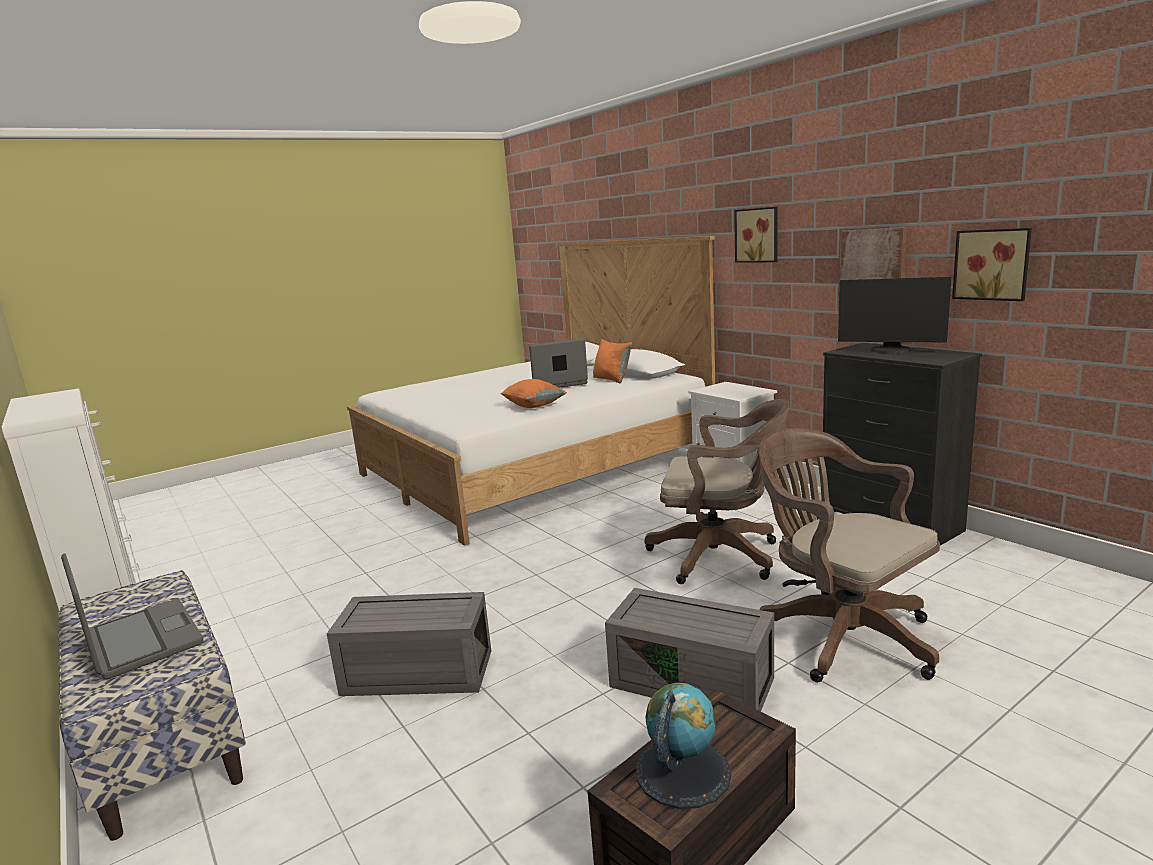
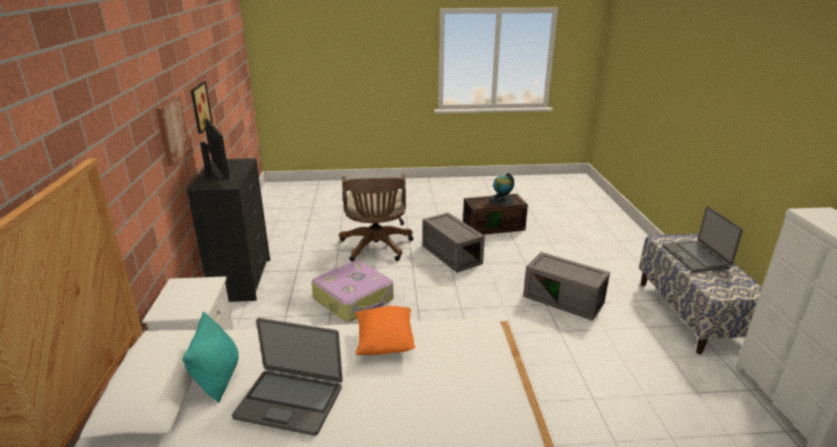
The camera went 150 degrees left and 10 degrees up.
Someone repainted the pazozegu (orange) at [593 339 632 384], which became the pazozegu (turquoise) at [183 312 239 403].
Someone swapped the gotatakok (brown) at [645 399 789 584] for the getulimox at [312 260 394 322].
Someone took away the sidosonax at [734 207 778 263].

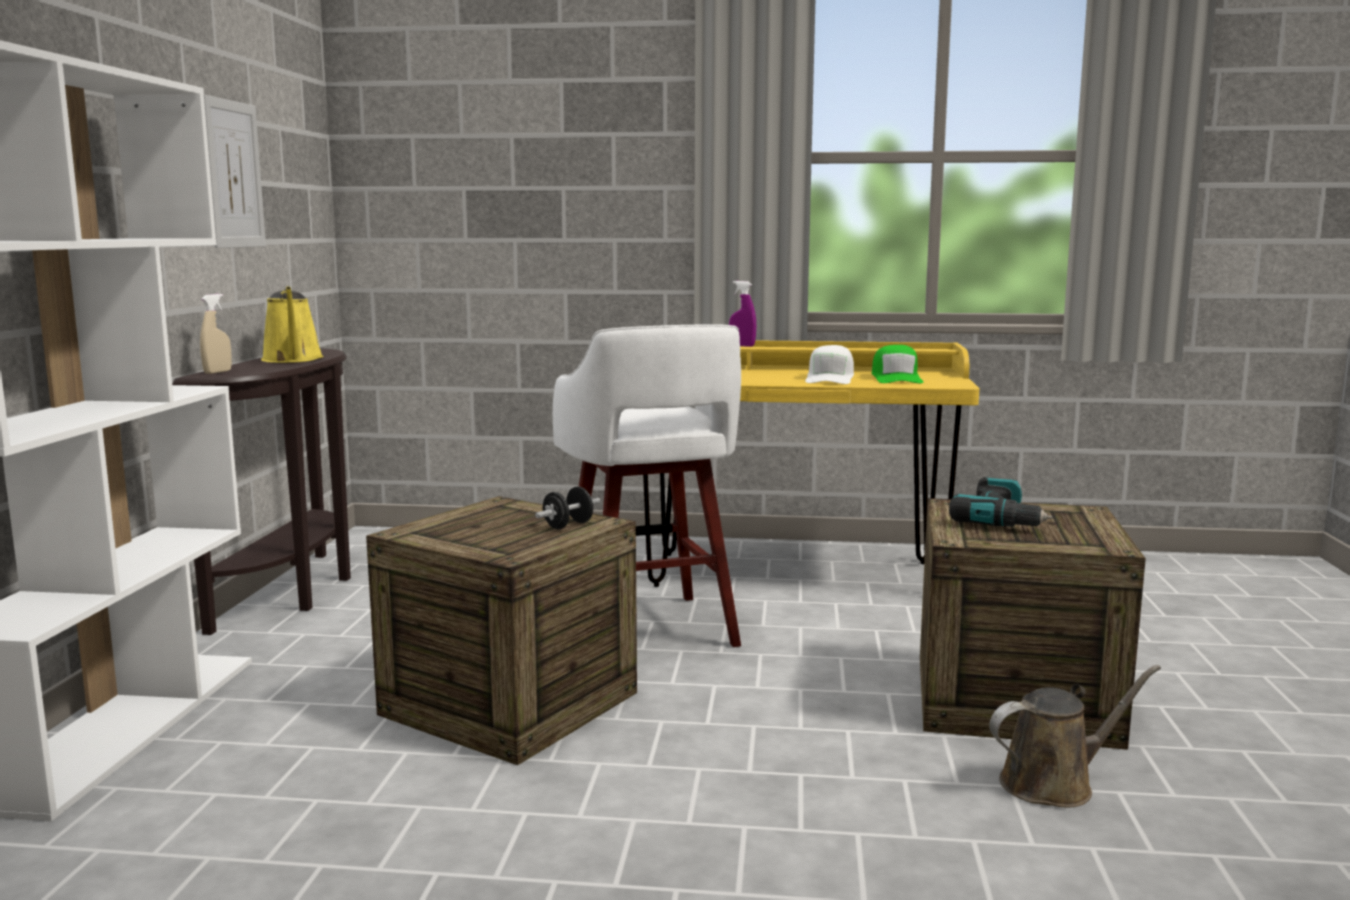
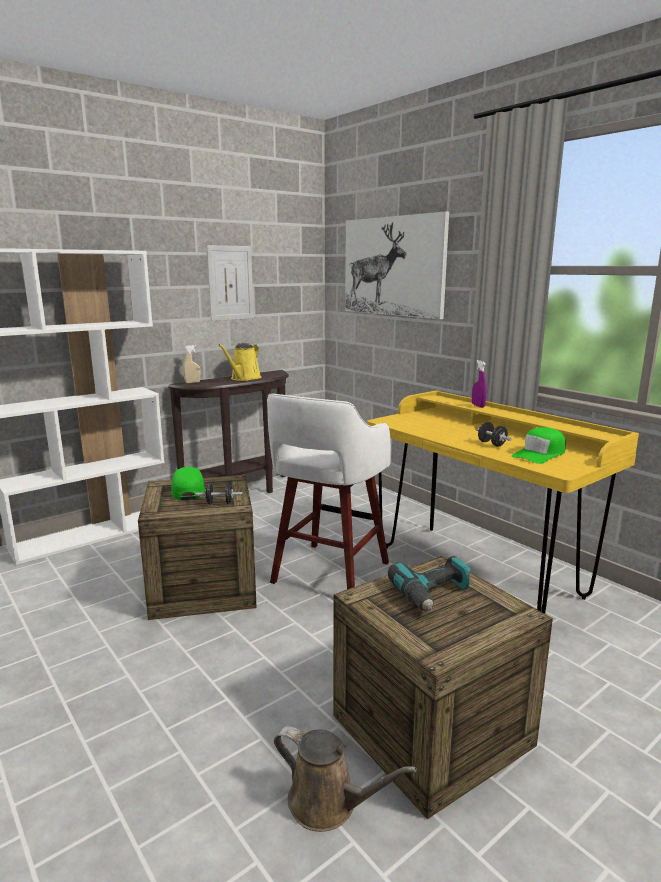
The camera went 45 degrees right and 5 degrees up.
Someone swapped the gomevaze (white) at [805 345 854 384] for the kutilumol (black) at [475 422 512 447].
Someone put down the gomevaze (green) at [171 467 205 500].
Someone put up the sidosonax at [345 212 449 319].

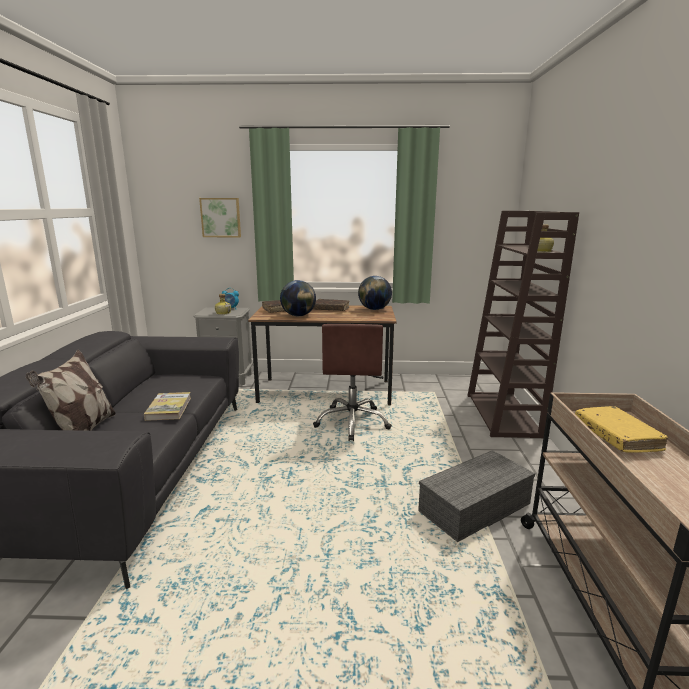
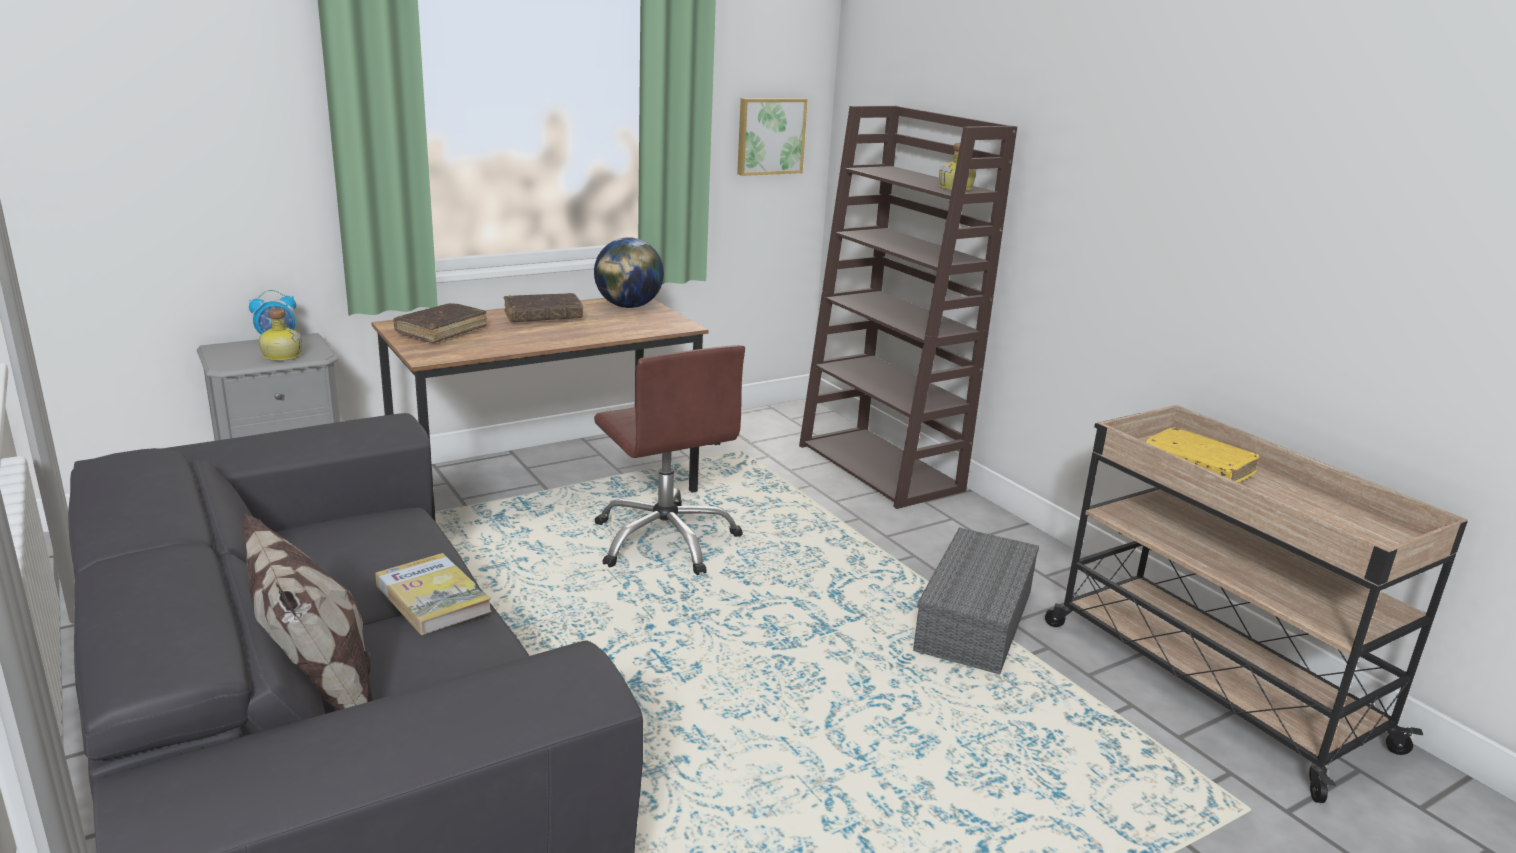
The camera went 35 degrees left and 5 degrees up.
Someone carried the sidosonax from [199 198 241 237] to [737 98 808 176].
Someone took away the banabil at [280 280 316 316].

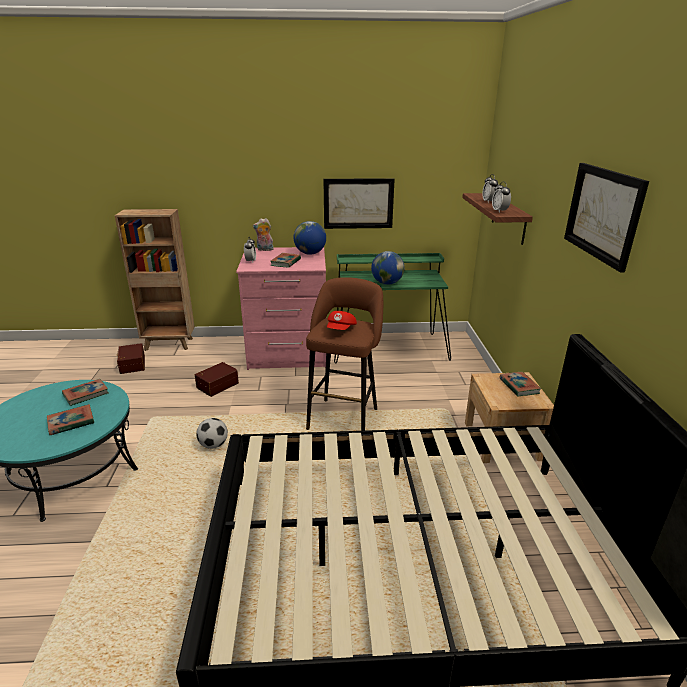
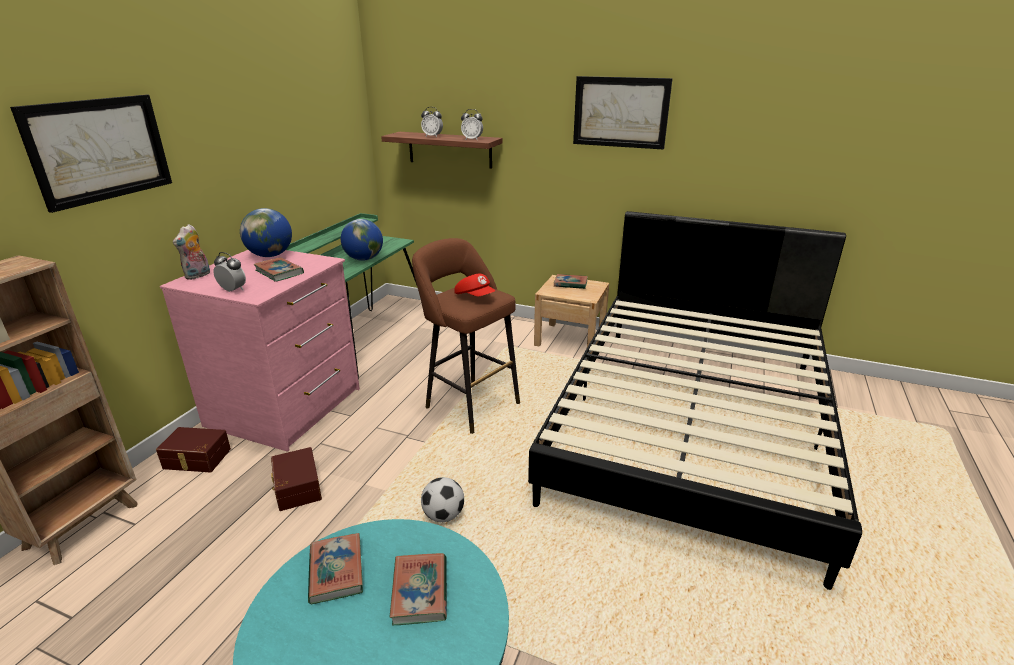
The camera went 65 degrees left and 0 degrees up.
Someone carried the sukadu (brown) from [117 343 145 374] to [156 427 231 472].
Someone carried the sidosonax from [323 178 395 229] to [10 95 172 213].

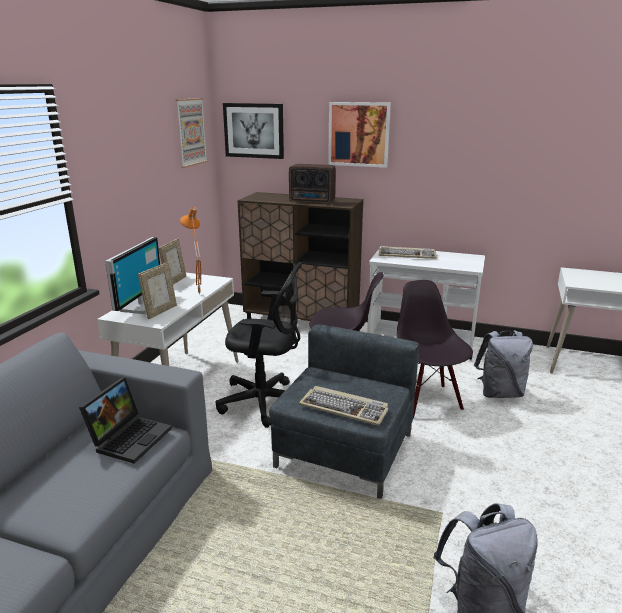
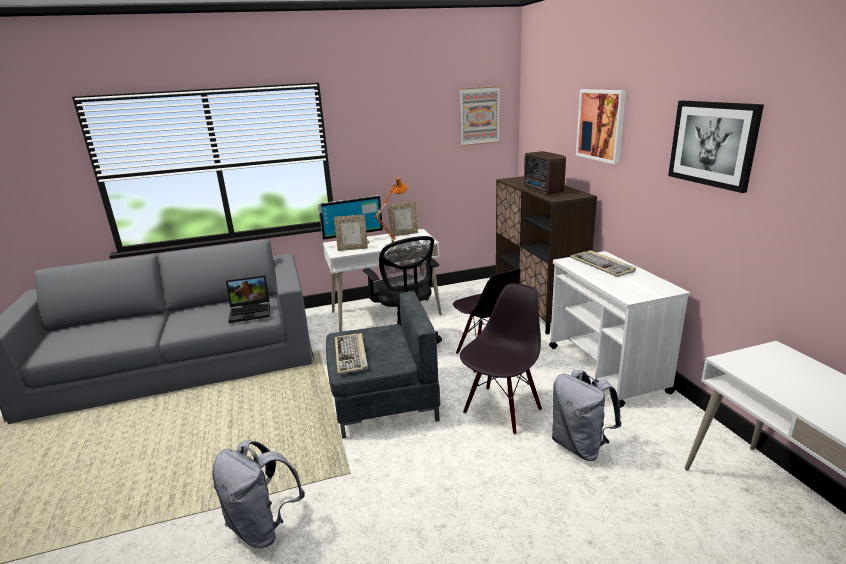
The camera went 55 degrees right and 0 degrees up.
Someone carried the sidosonax from [223 103 284 159] to [668 100 764 193].

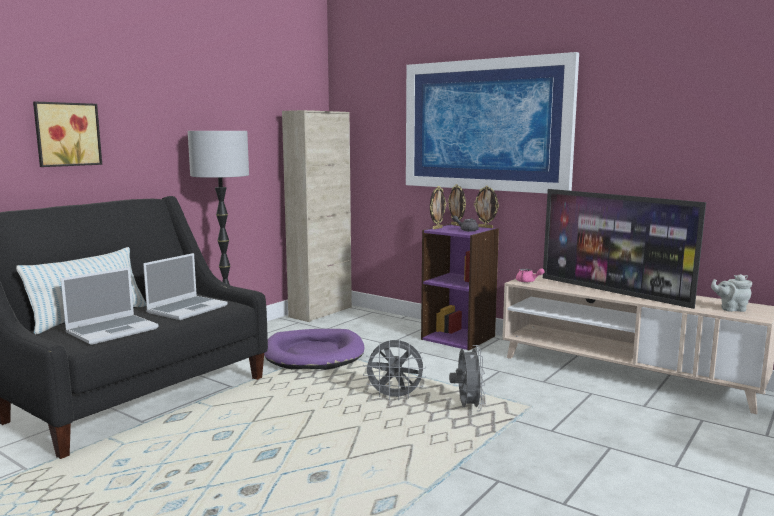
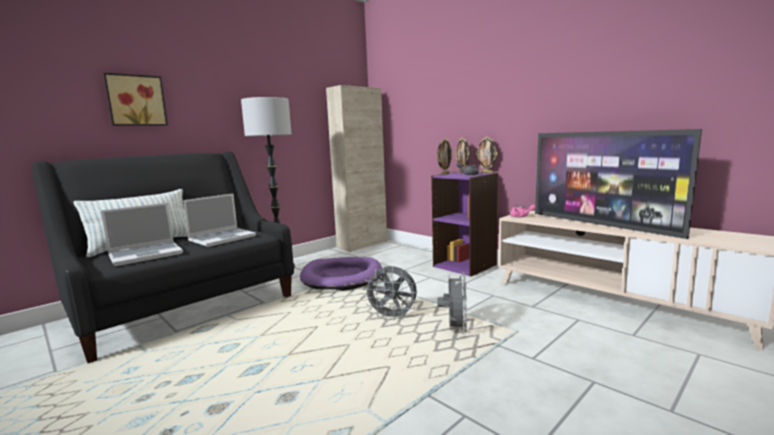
The camera went 10 degrees right and 0 degrees up.
Someone took away the sidosonax at [406 52 579 194].
Someone took away the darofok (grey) at [711 274 752 312].

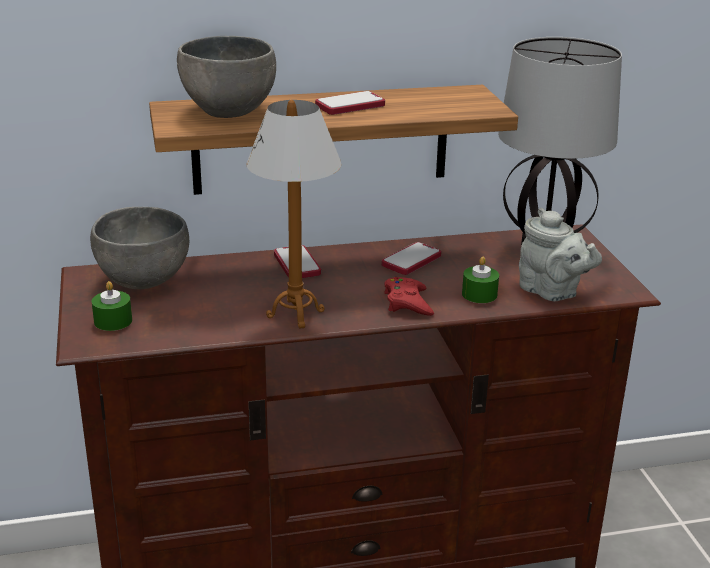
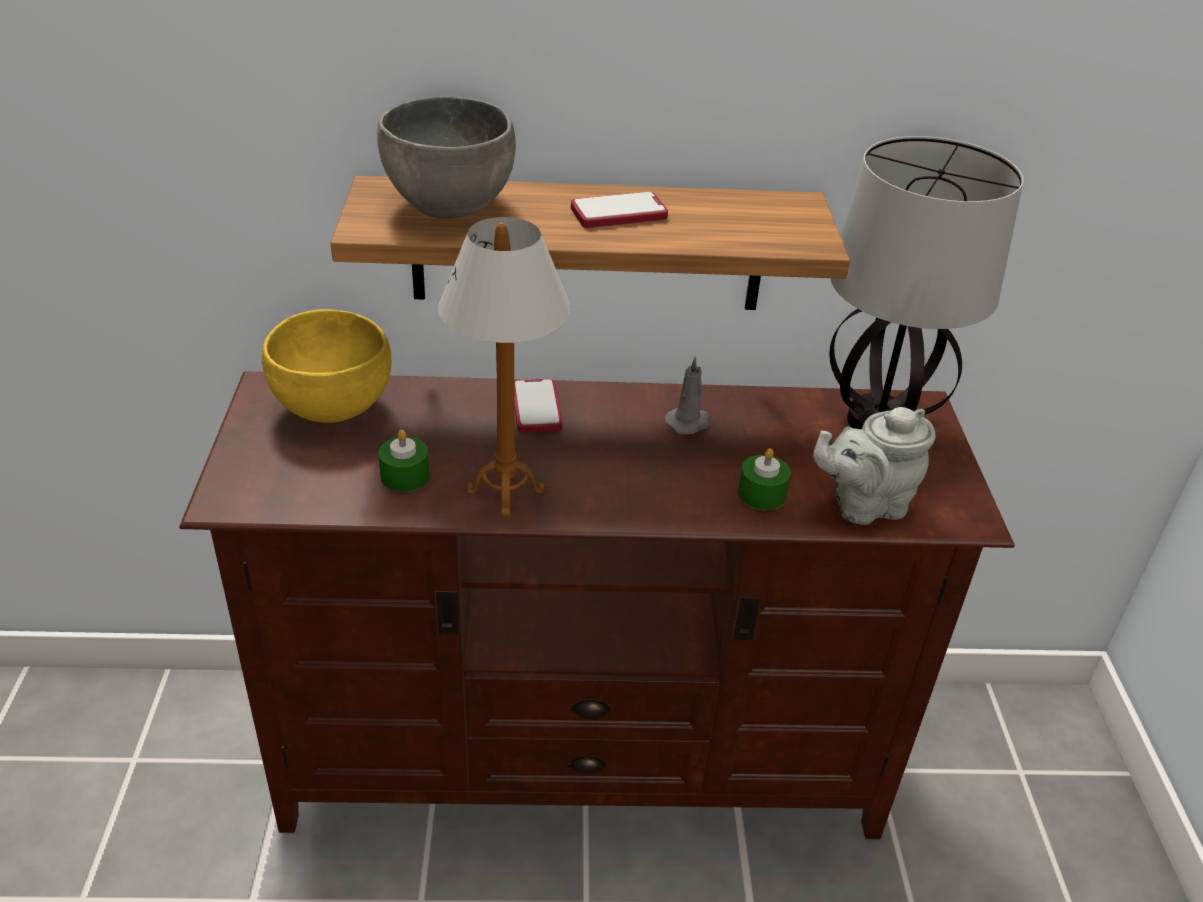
The camera went 10 degrees right and 10 degrees up.
Someone repainted the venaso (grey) at [90 207 189 289], which became the venaso (yellow) at [262 309 391 423].
Someone carried the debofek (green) from [91 281 132 331] to [378 430 430 492].
Someone swapped the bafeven at [382 242 441 275] for the debofek (grey) at [665 356 710 434].
Someone took away the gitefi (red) at [384 277 434 316].
Someone rotated the darofok (grey) at [519 208 602 301] by 105 degrees clockwise.

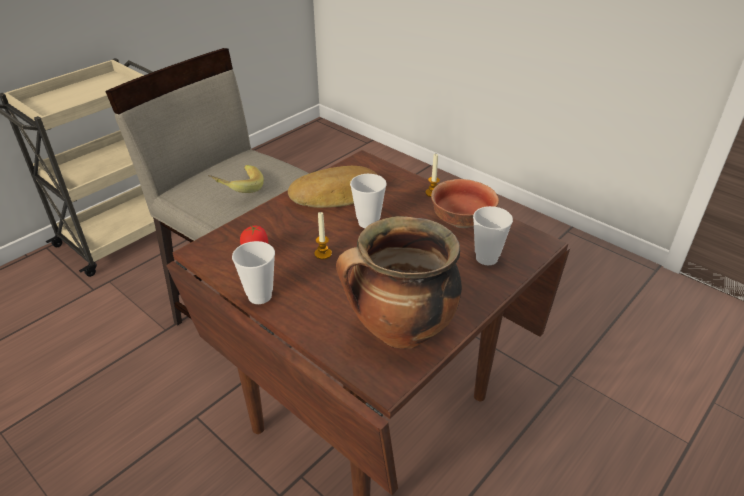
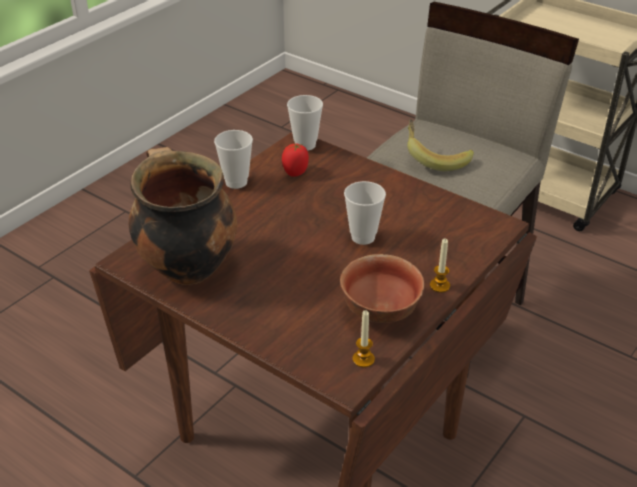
The camera went 85 degrees right and 0 degrees up.
Someone took away the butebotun at [288 166 378 208].
Someone carried the debofek from [314 211 332 259] to [353 311 375 368].
Someone carried the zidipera from [473 206 513 265] to [287 95 323 151].

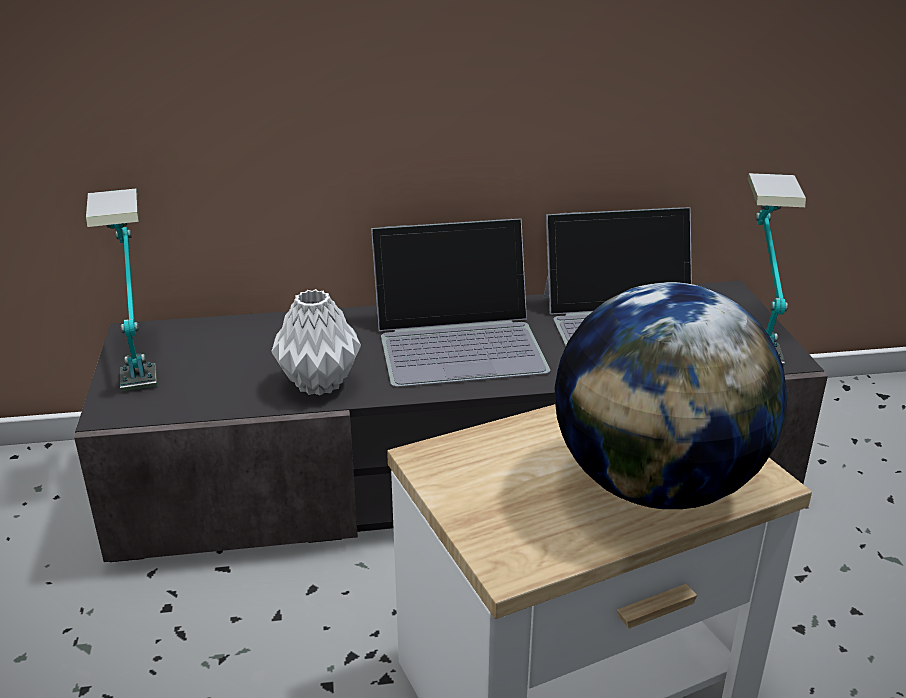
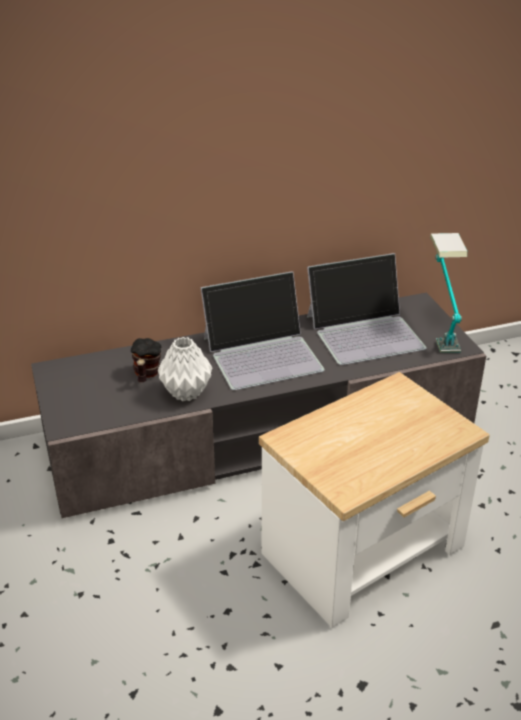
The camera went 10 degrees left and 5 degrees up.
Someone took away the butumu at [86 189 157 391].
Someone took away the banabil at [555 282 787 509].
Someone put down the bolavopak at [131 338 161 382].

